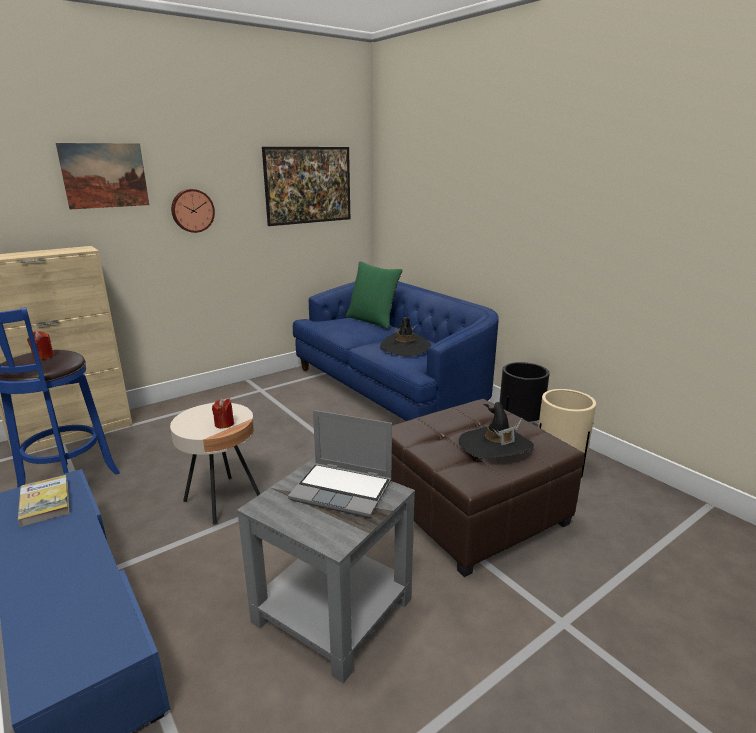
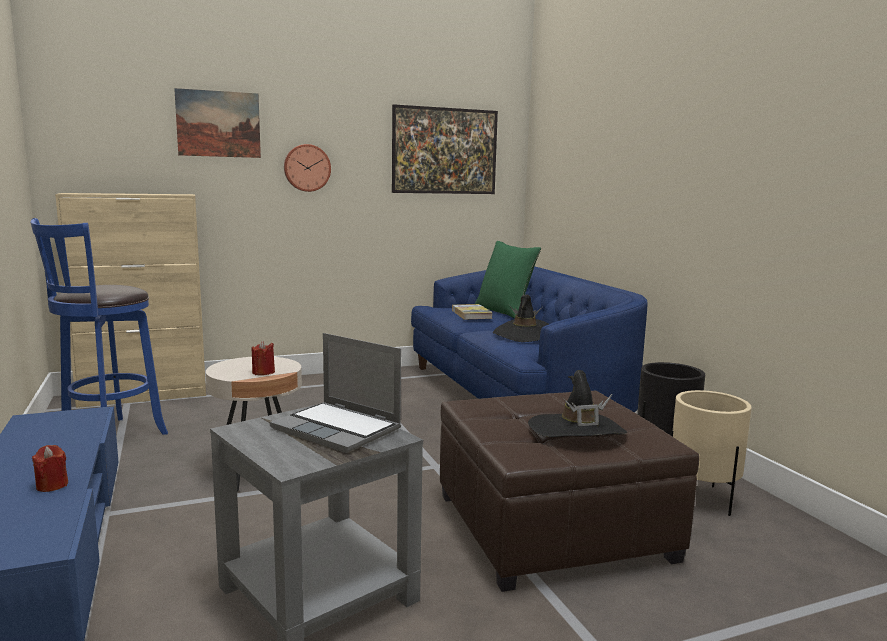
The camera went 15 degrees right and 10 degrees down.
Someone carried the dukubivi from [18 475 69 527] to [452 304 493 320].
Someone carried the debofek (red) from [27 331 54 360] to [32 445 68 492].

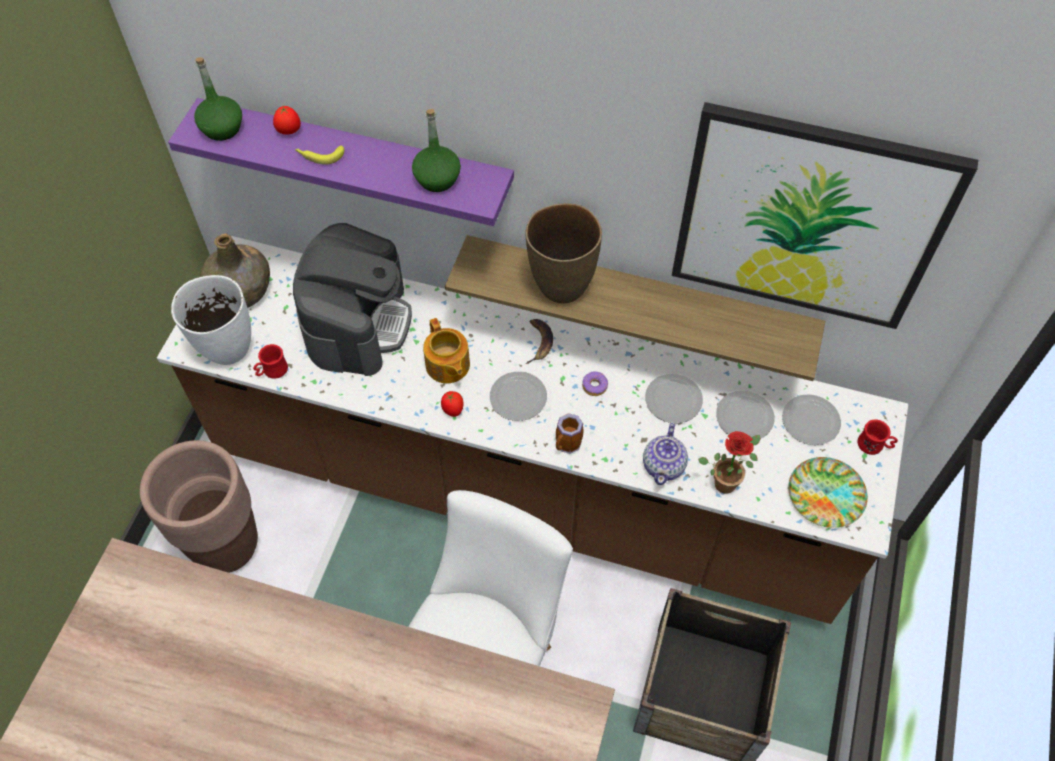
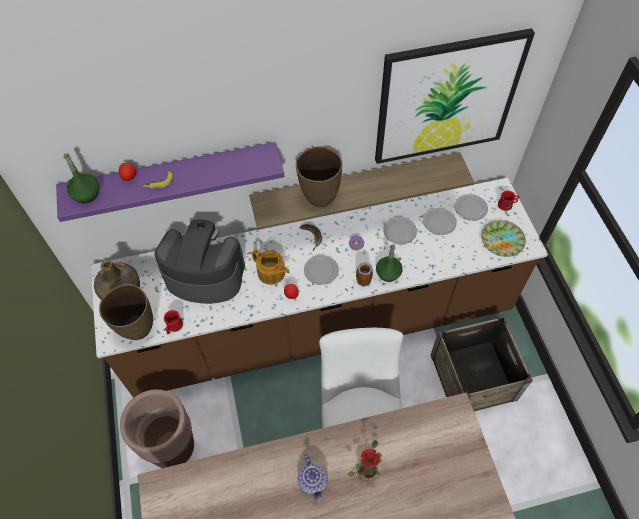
The camera went 30 degrees left and 0 degrees up.
Someone repainted the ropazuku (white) at [171 275 251 365], which became the ropazuku (brown) at [99 284 153 340].
Someone rotated the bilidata at [293 223 412 376] by 60 degrees counterclockwise.
Someone carried the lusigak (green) from [412 109 461 192] to [376 244 403 282].
Someone carried the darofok from [643 423 688 485] to [298 453 328 502].
Someone carried the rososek from [698 431 760 494] to [348 440 382 481].

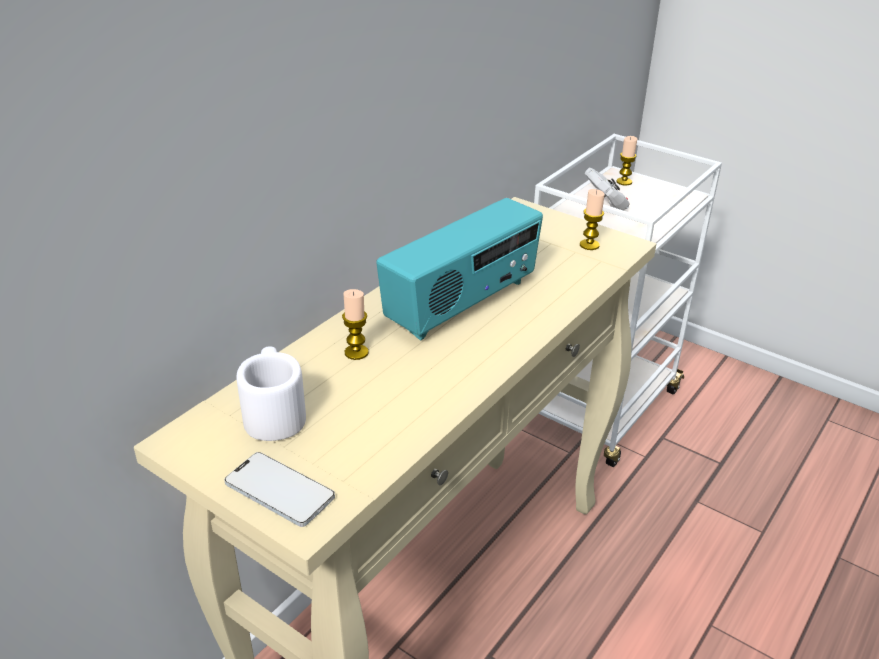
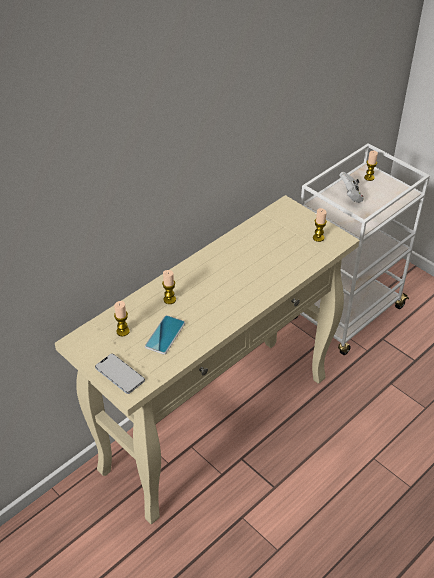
The camera went 10 degrees right and 10 degrees up.
Someone swapped the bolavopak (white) at [236 346 306 441] for the debofek at [114 301 130 336].
Someone took away the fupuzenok at [376 198 543 341].
Someone put down the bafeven at [145 315 185 354].

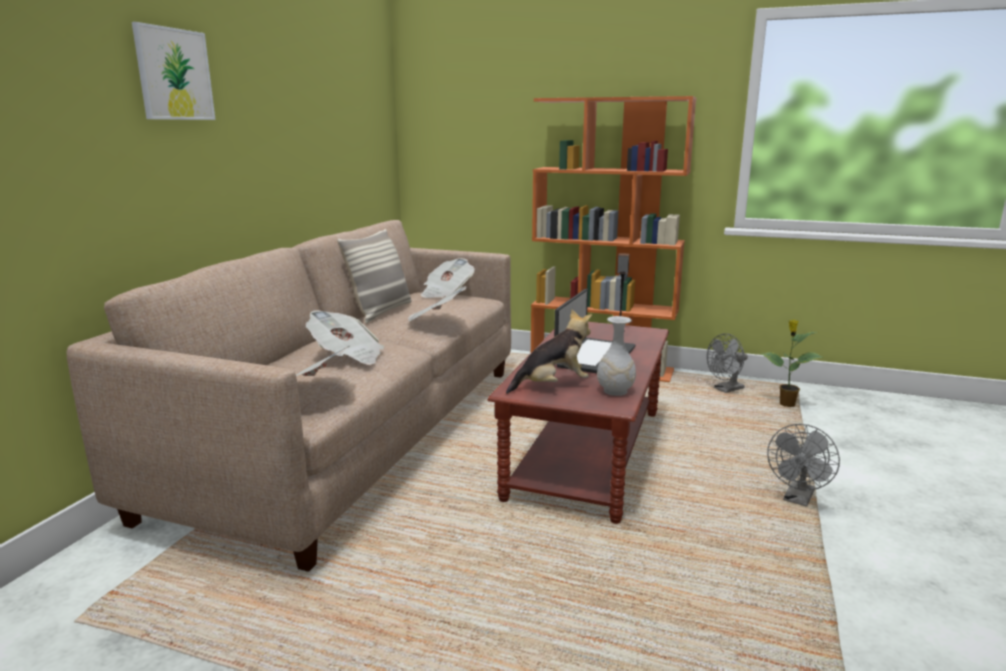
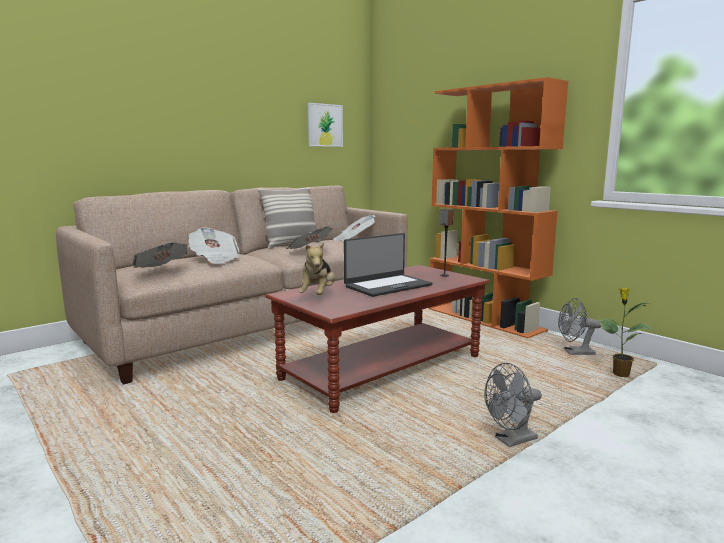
The camera went 30 degrees right and 5 degrees down.
Someone carried the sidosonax from [132 22 215 120] to [308 103 343 147].
Someone rotated the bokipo at [506 309 592 394] by 90 degrees clockwise.
Someone took away the ropazuku (white) at [597 316 636 396].

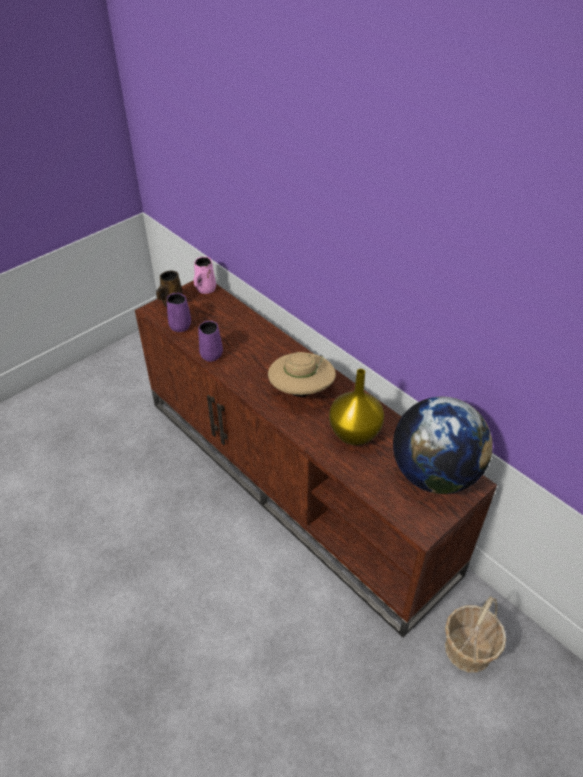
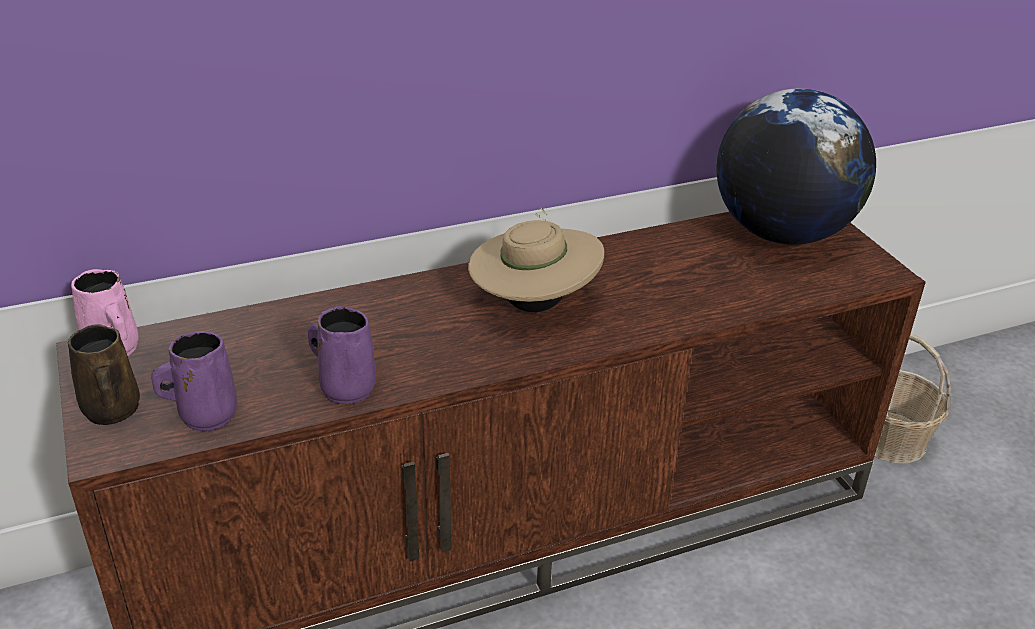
The camera went 70 degrees left and 10 degrees down.
Someone took away the ropazuku (yellow) at [329 369 384 446].

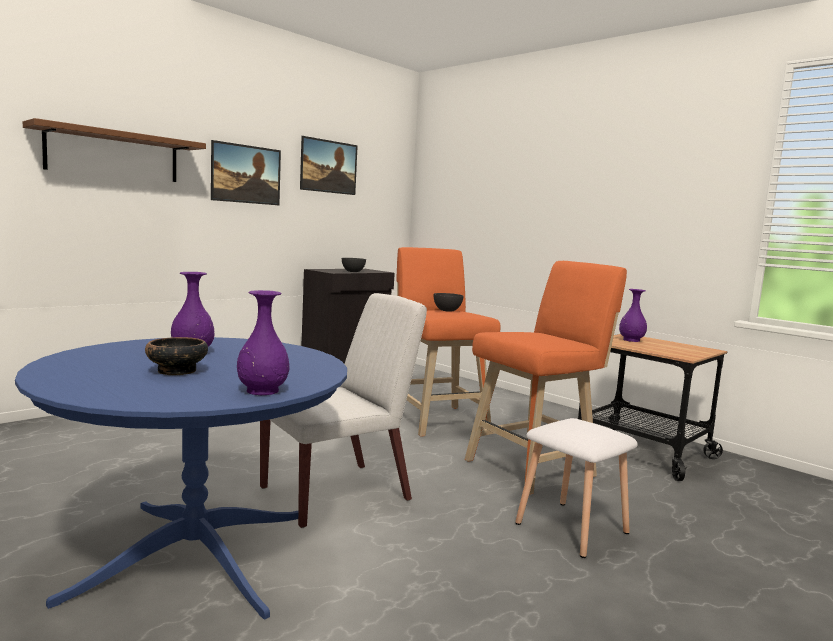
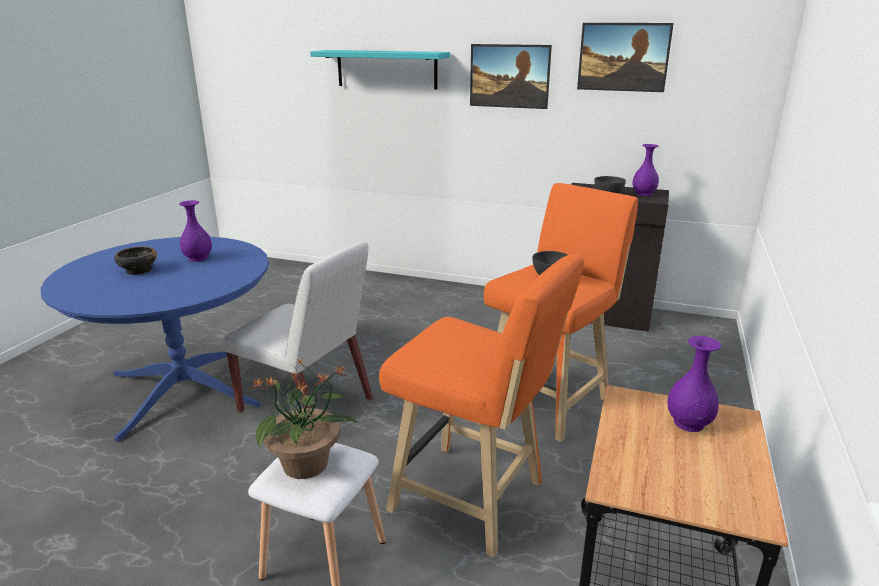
The camera went 65 degrees right and 15 degrees up.
Someone repainted the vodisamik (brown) at [23 118 206 182], which became the vodisamik (turquoise) at [310 50 450 90].
Someone carried the ropazuku (purple) from [237 290 290 395] to [633 144 659 196].
Someone put down the rososek at [249 359 357 479].

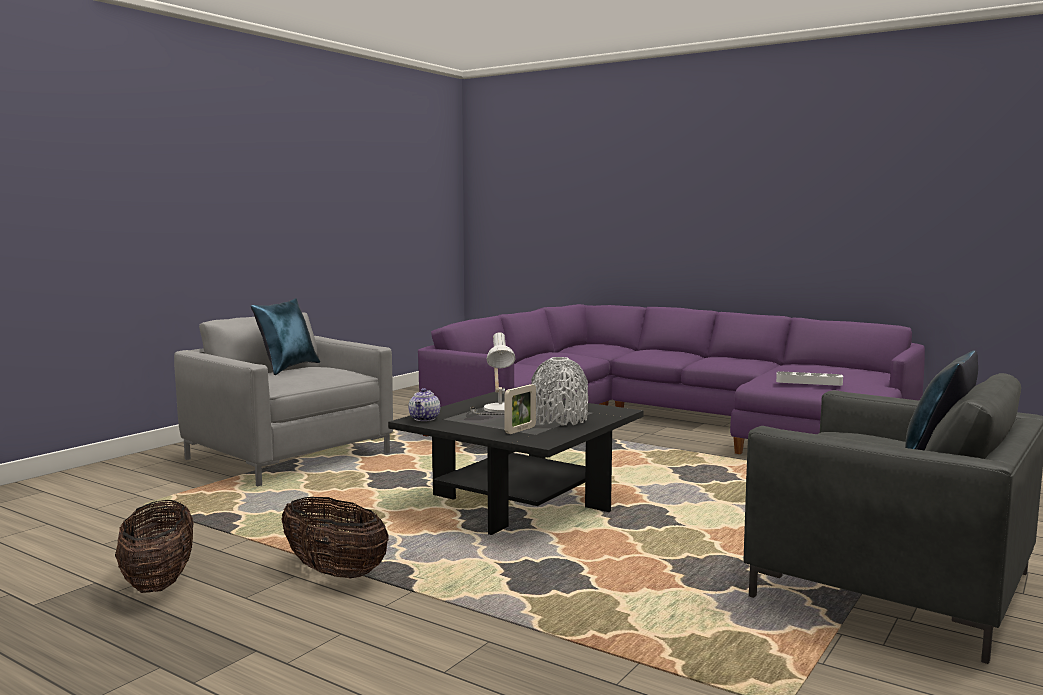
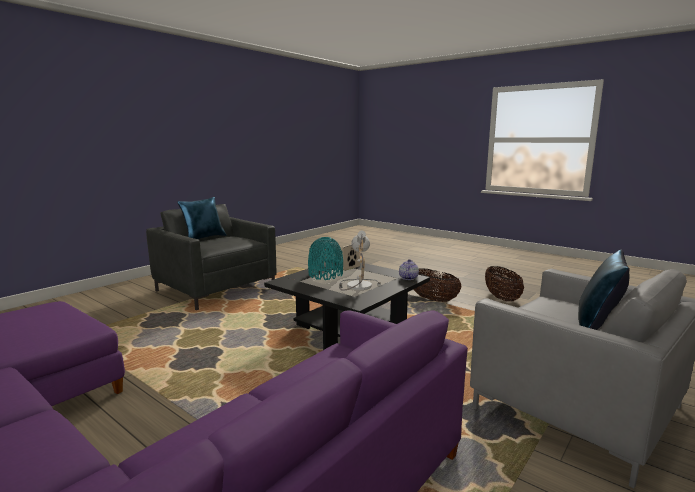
The camera went 175 degrees left and 5 degrees up.
Someone repainted the ropazuku (grey) at [531 357 588 425], which became the ropazuku (turquoise) at [308 237 343 280].
Someone took away the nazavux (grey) at [776 371 843 386].

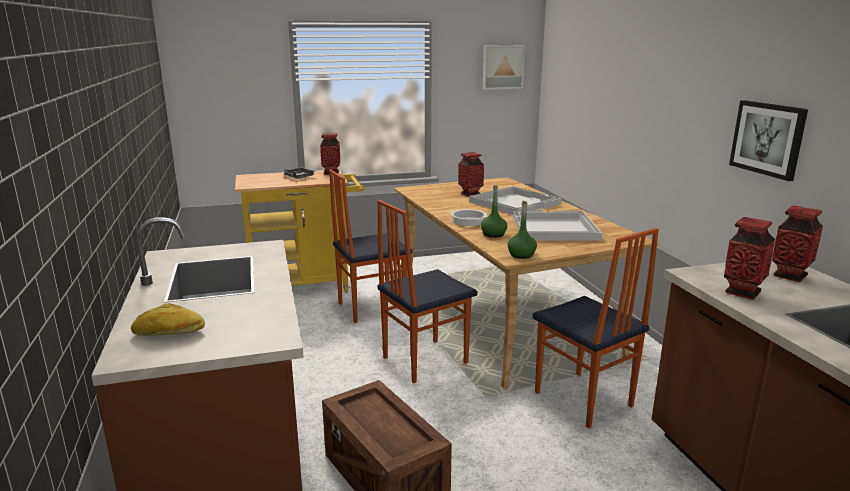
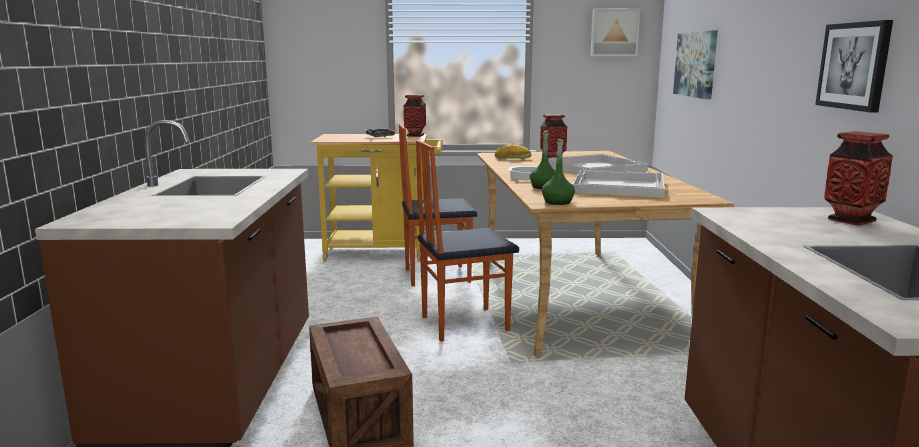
The camera went 15 degrees right and 5 degrees down.
Someone carried the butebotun from [131 303 205 336] to [495 143 532 159].
Someone took away the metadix at [532 228 659 428].
Someone took away the ropazuku at [724 217 775 300].
Someone put up the sidosonax at [673 30 718 99].

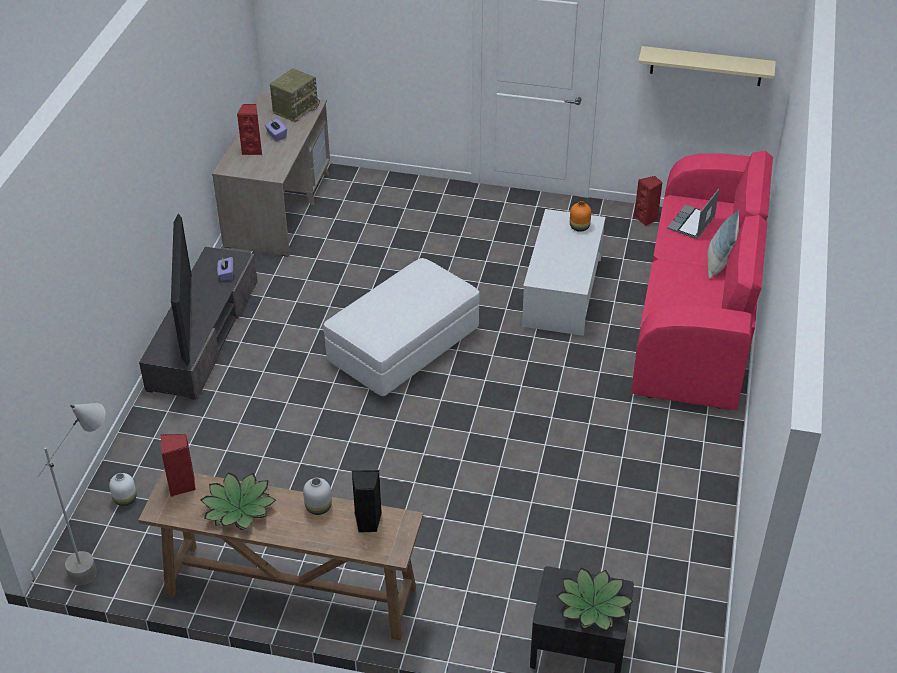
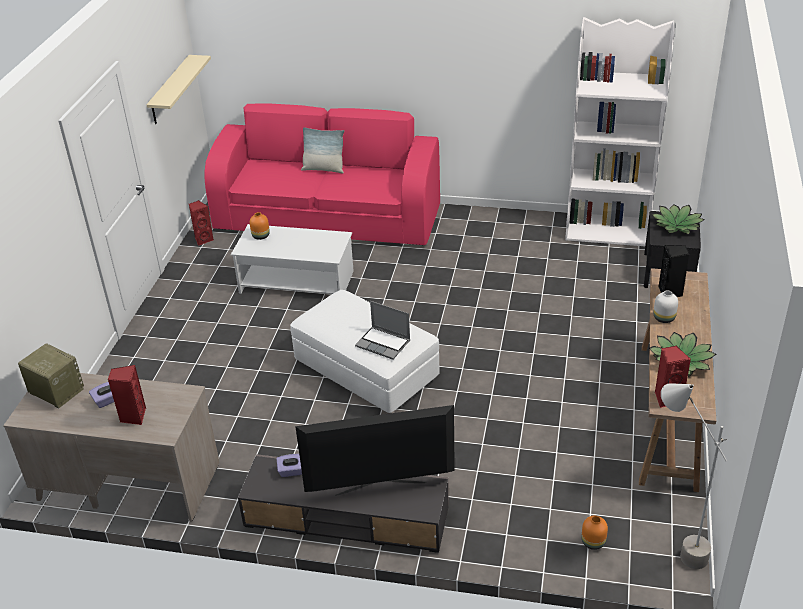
The camera went 90 degrees left and 5 degrees down.
Someone repainted the ropazuku (white) at [109 473 137 506], which became the ropazuku (orange) at [581 516 608 550].
Someone carried the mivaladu from [667 189 719 239] to [355 301 410 360].
Someone put down the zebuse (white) at [565 17 675 246].

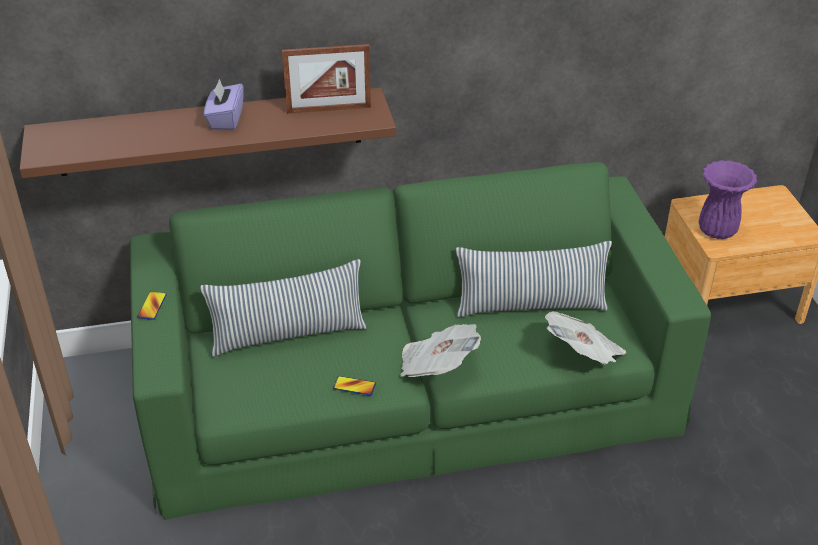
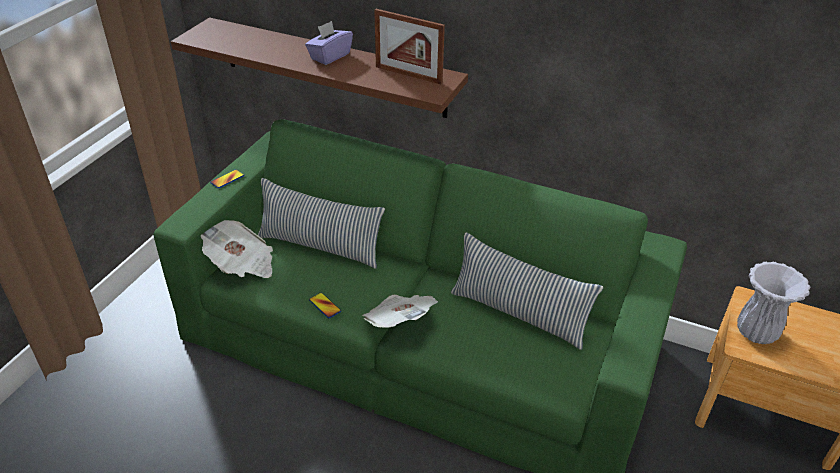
The camera went 35 degrees right and 0 degrees up.
Someone carried the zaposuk from [545 311 626 365] to [201 220 273 278].
Someone repainted the ropazuku (purple) at [699 160 757 239], which became the ropazuku (white) at [737 261 810 344].

